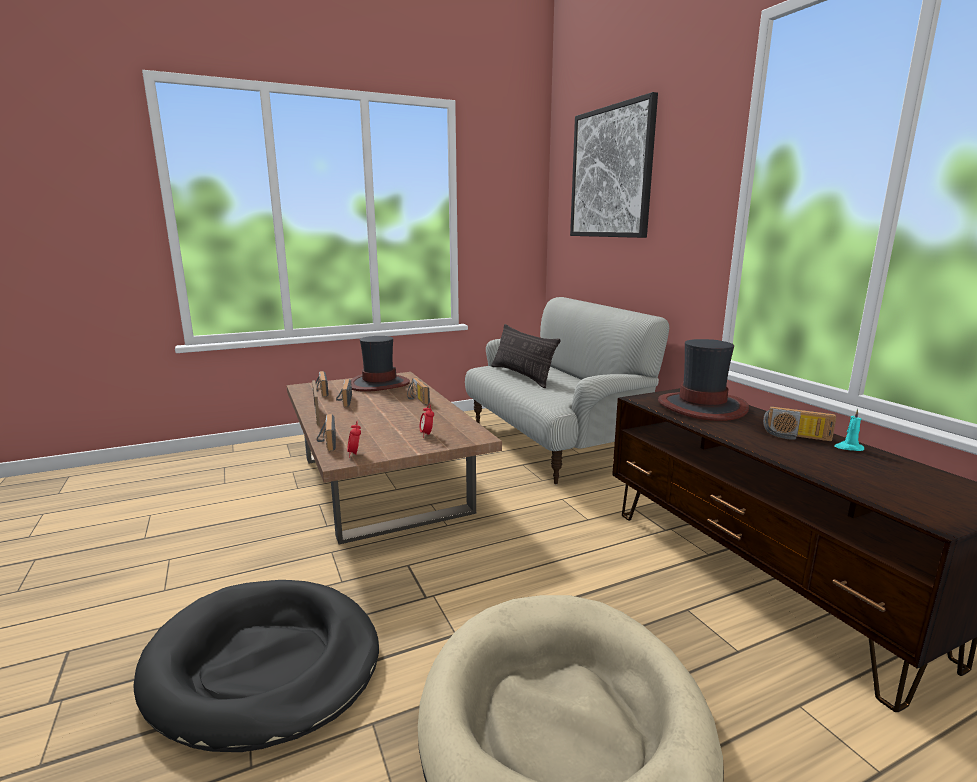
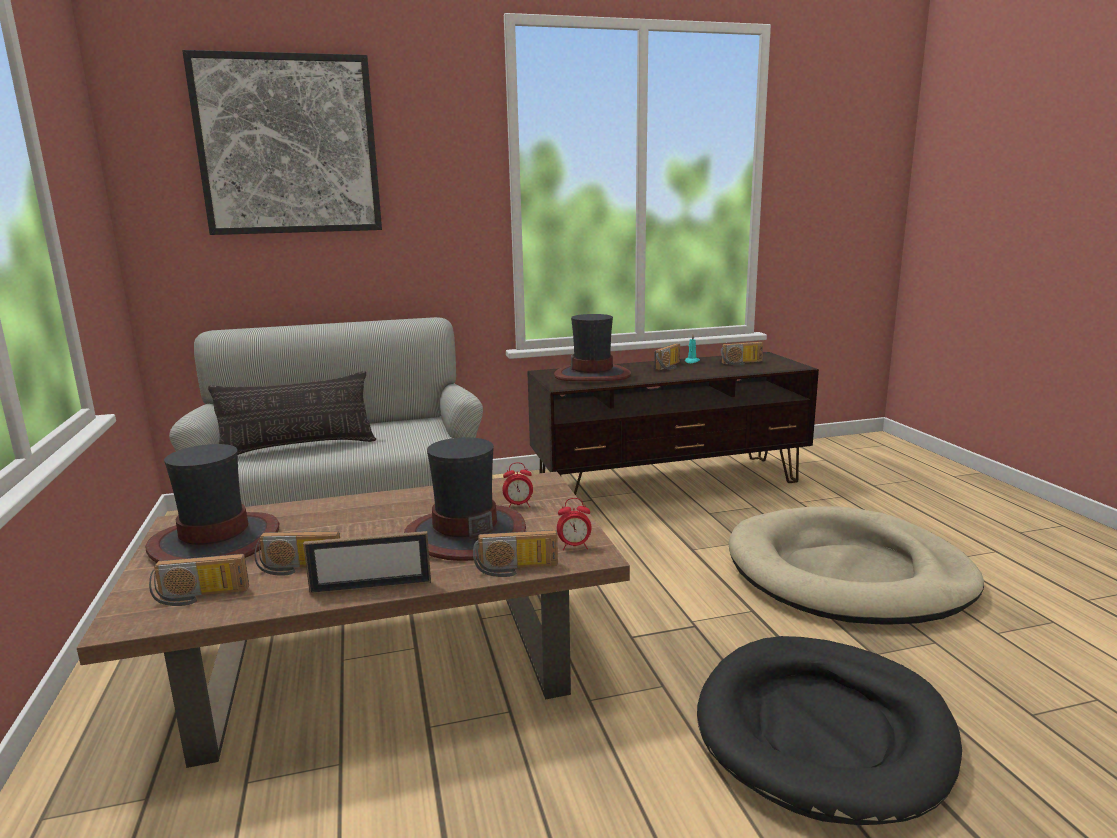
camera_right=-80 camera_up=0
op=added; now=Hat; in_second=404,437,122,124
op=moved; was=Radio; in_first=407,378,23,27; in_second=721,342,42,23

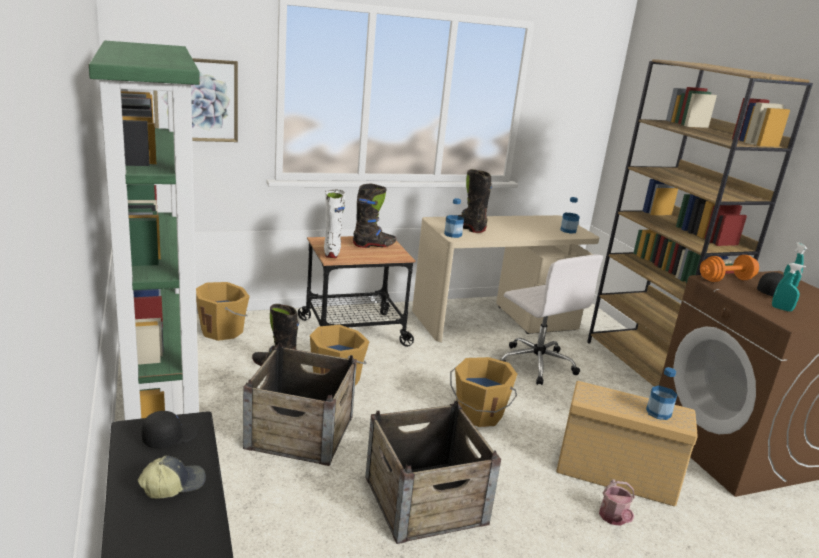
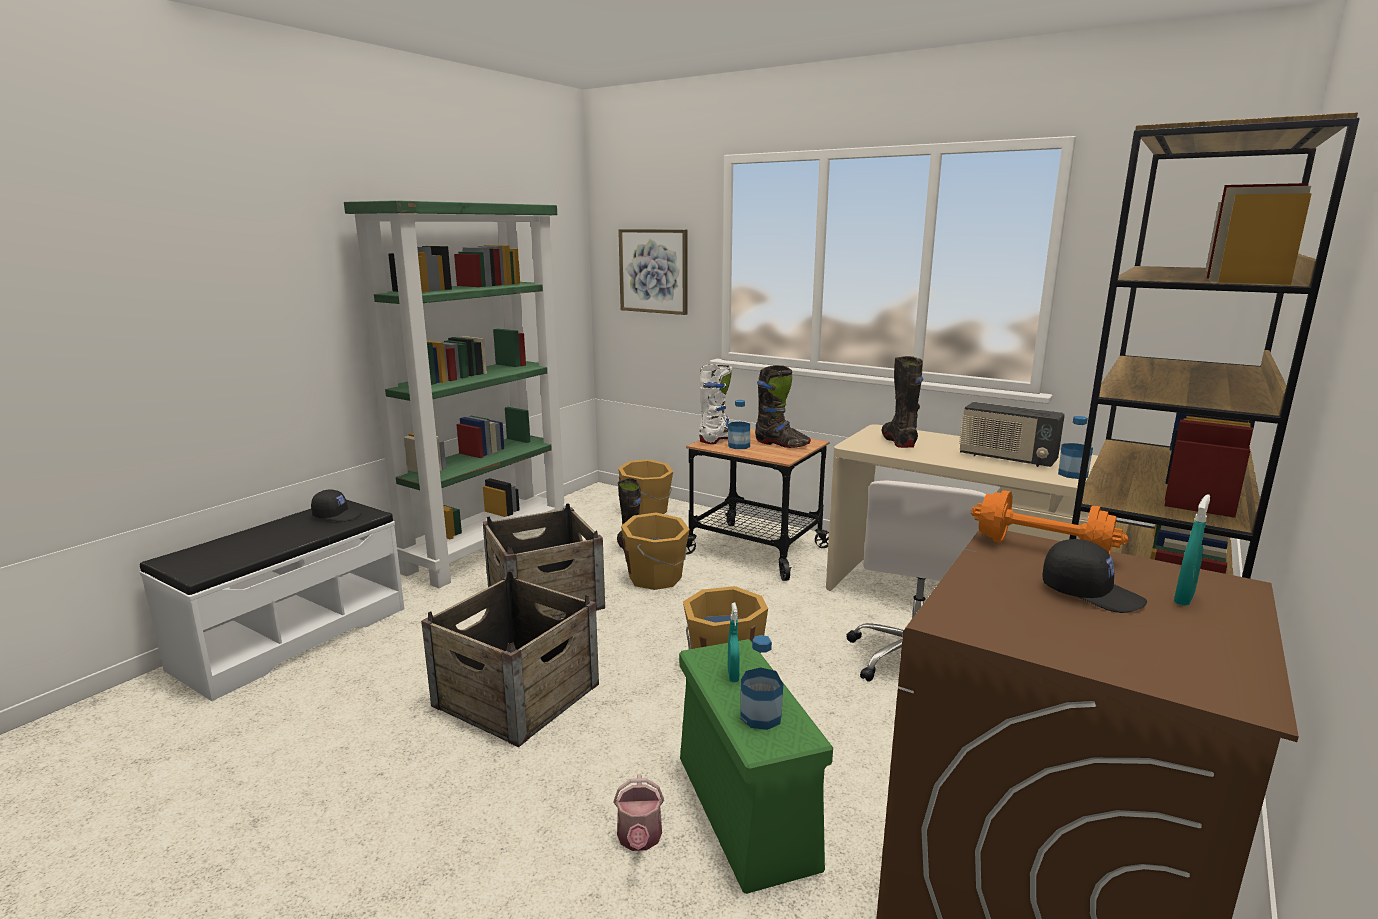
camera_right=55 camera_up=-5
op=removed; was=Cap; in_first=138,456,68,43
op=added; now=Radio; in_second=959,402,106,65
op=moved; was=Bottle; in_first=444,198,20,40; in_second=728,400,22,49
op=moved; was=TurquoiseSprayBottle; in_first=772,263,34,49; in_second=728,603,12,79
op=recoloured; was=BeigeStorageBox; now=GreenStorageBox; in_first=556,381,142,125; in_second=679,639,154,255
op=turned; was=WateringCan; in_first=599,479,36,47; in_second=614,774,50,77; clockwise=-60

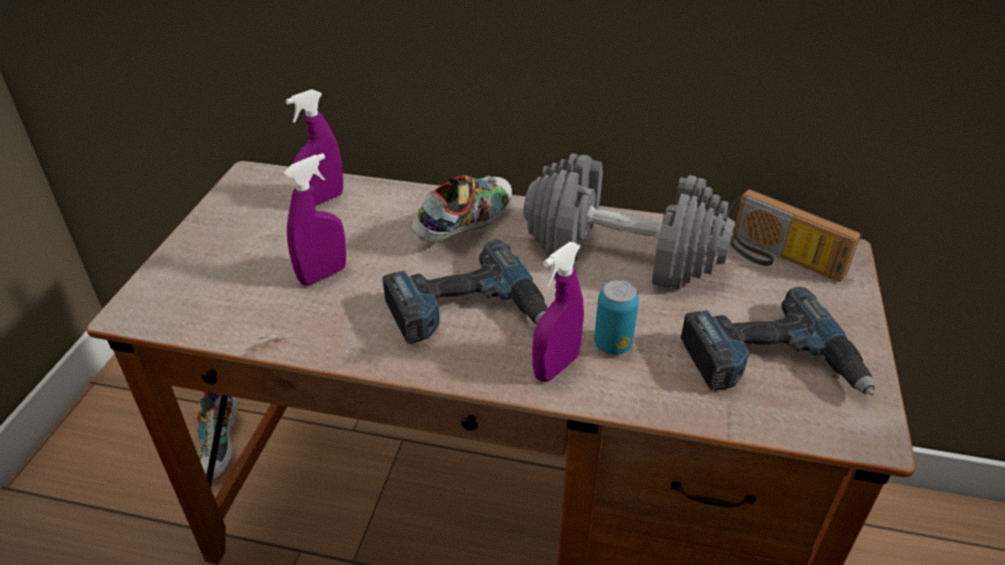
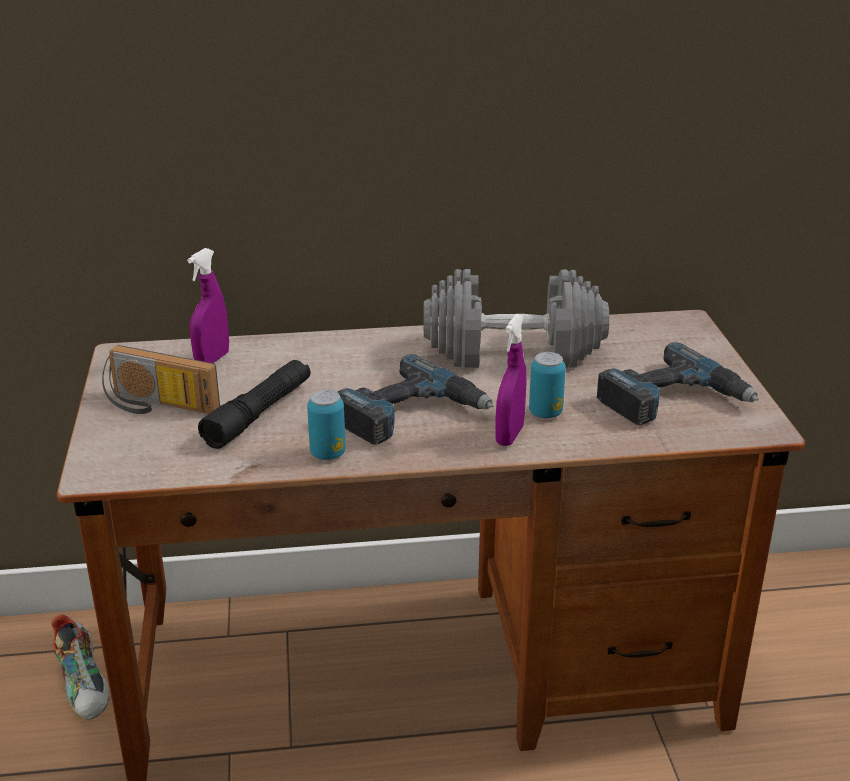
camera_right=-20 camera_up=-10
op=removed; was=Shoe; in_first=412,175,100,67
op=added; now=Can; in_second=307,389,39,71
op=moved; was=Radio; in_first=725,189,136,93; in_second=102,345,118,69
op=replaced; was=PurpleSprayBottle; now=BlackFlashlight; in_first=284,153,62,132; in_second=198,360,113,89

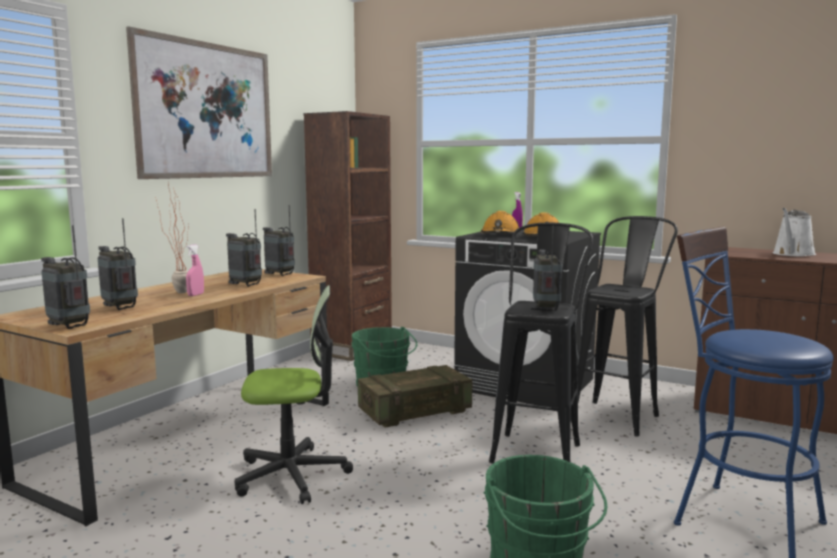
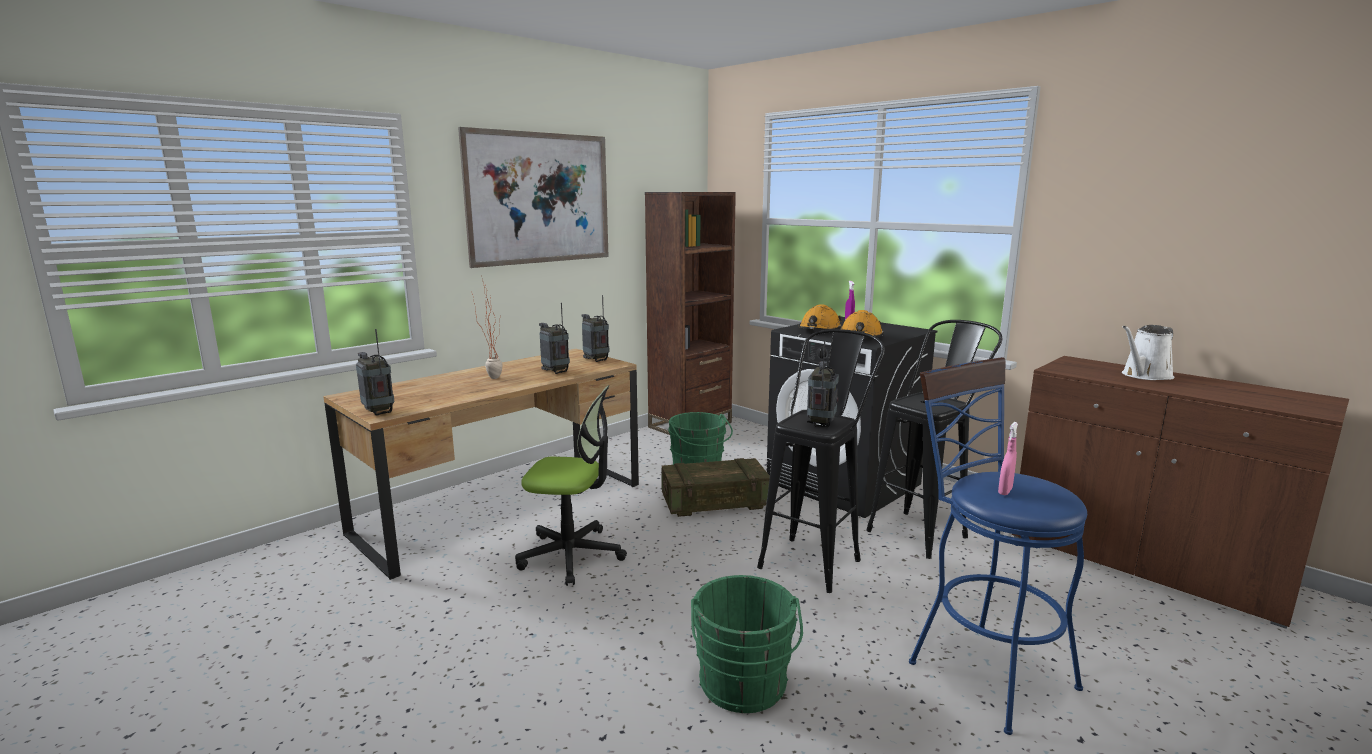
camera_right=15 camera_up=5
op=removed; was=Radio; in_first=98,218,40,92
op=moved; was=PinkSprayBottle; in_first=186,244,18,52; in_second=998,422,20,73

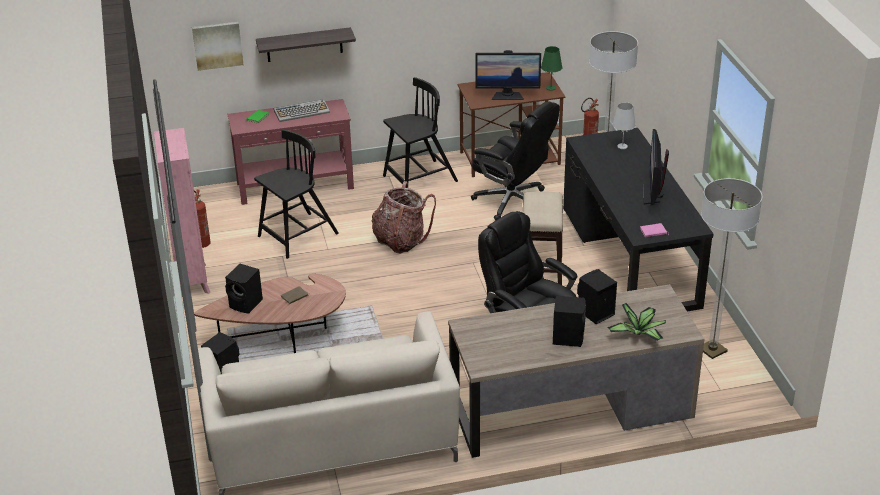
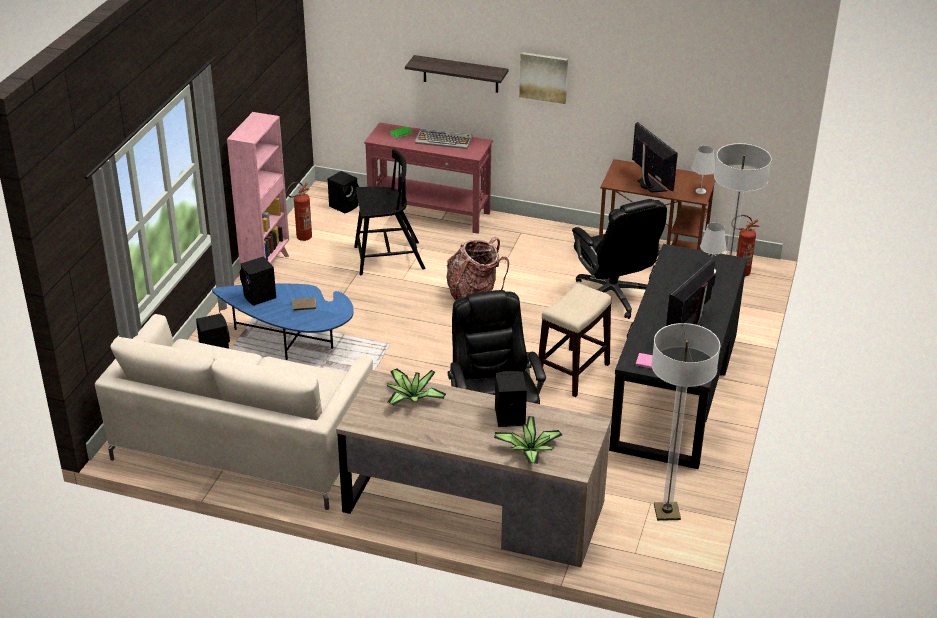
camera_right=30 camera_up=0
op=removed; was=BlackChair; in_first=383,77,75,107
op=added; now=PottedPlant; in_second=387,369,59,37
op=moved; was=Picture; in_first=192,22,52,49; in_second=519,52,49,52
op=moved; was=BlackSpeaker; in_first=553,296,33,51; in_second=327,171,32,43
op=recoloured; was=BrownCoffeeTable; now=BlueCoffeeTable; in_first=194,274,152,79; in_second=212,283,142,77
op=recoloured; was=GreenTableLamp; now=WhiteTableLamp; in_first=541,46,21,45; in_second=691,146,24,48
op=turned; was=Monitor; in_first=475,50,66,50; in_second=632,122,46,71; clockwise=-150

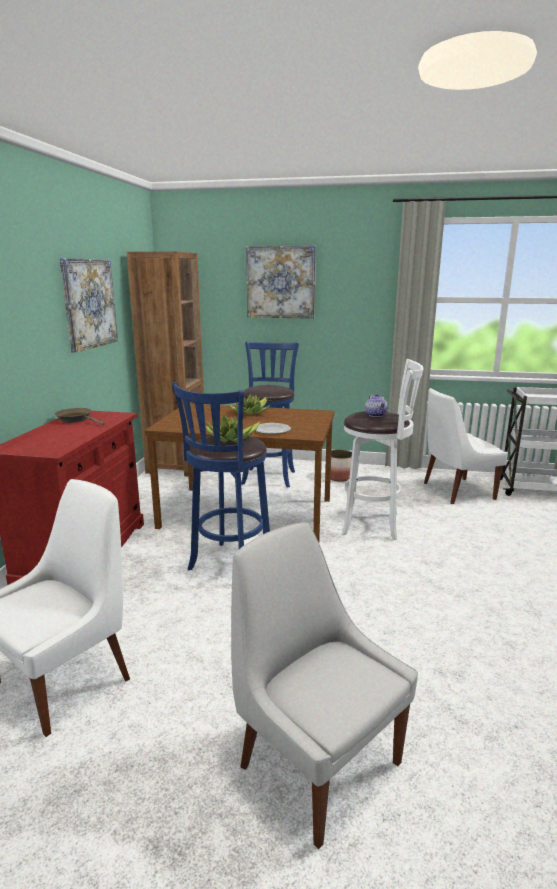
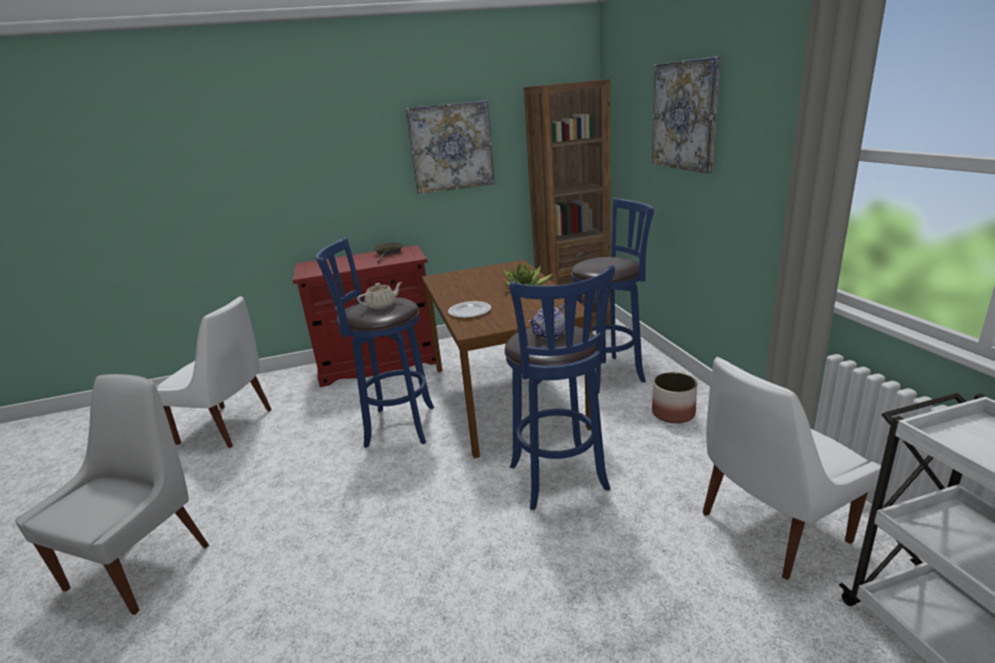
camera_right=65 camera_up=5
op=replaced; was=PottedPlant; now=BeigeTeapot; in_first=206,414,55,28; in_second=357,282,45,28
op=recoloured; was=WhiteStool; now=BlueStool; in_first=342,359,82,181; in_second=504,265,111,245
op=turned; was=WhiteChair; in_first=424,388,84,116; in_second=703,357,178,223; clockwise=-75

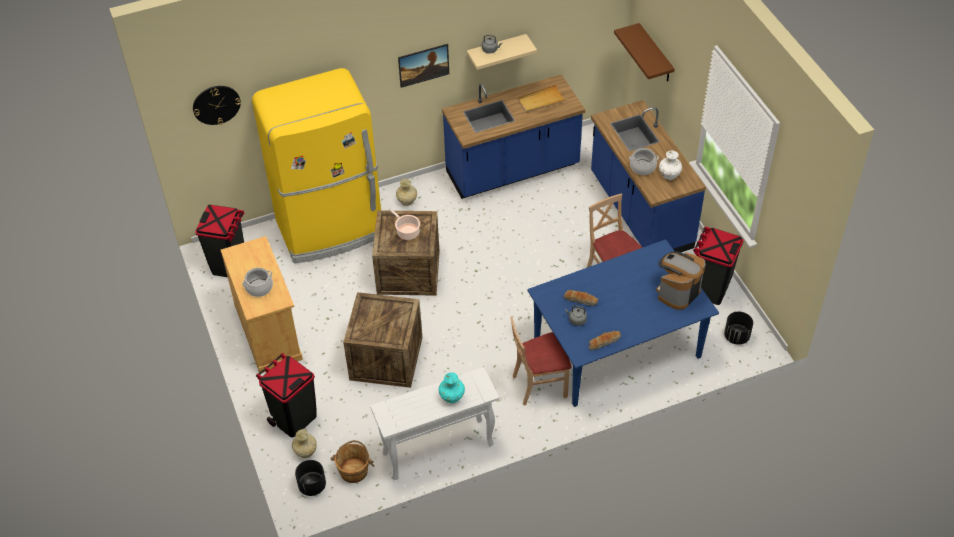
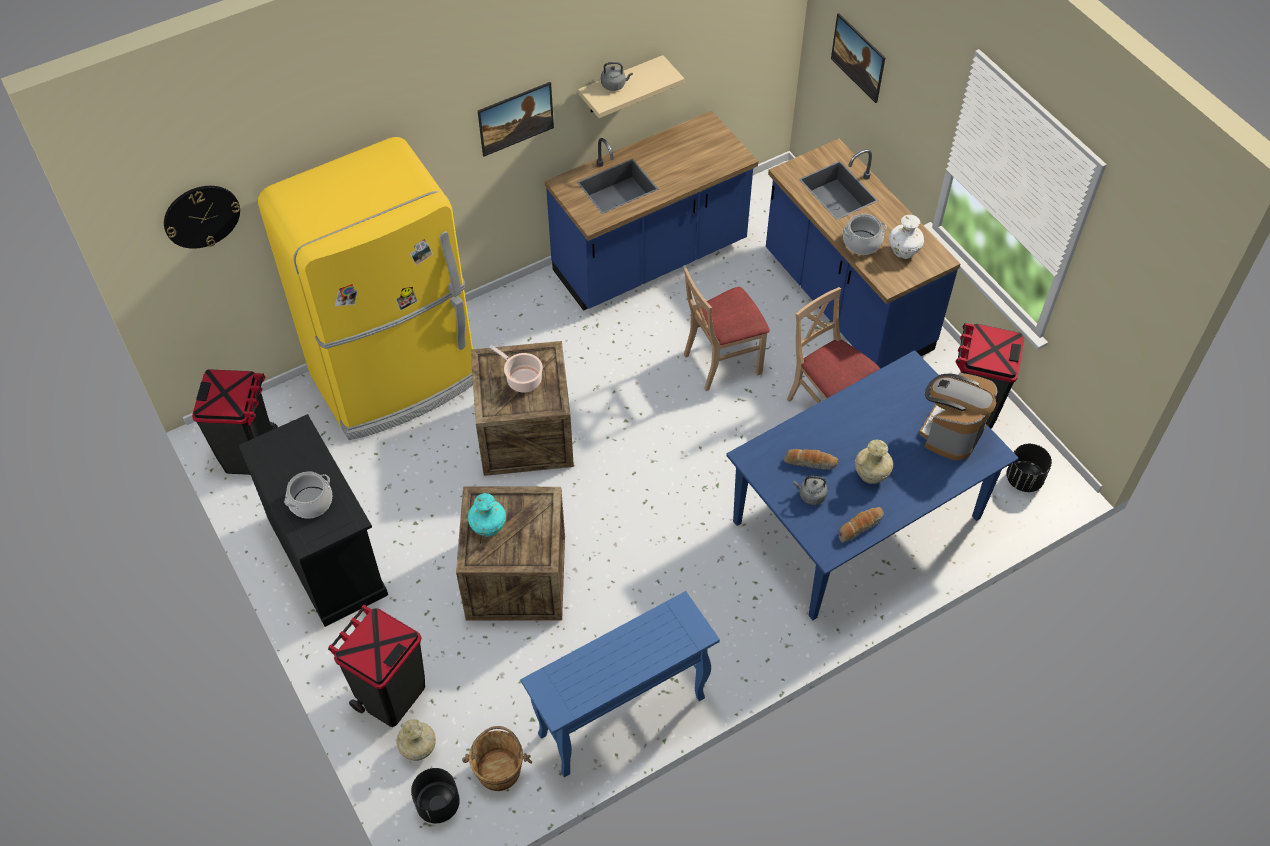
camera_right=-10 camera_up=5
op=removed; was=BeigeTray; in_first=518,85,48,28
op=moved; was=BeigeVase; in_first=396,179,21,27; in_second=855,440,38,44
op=moved; was=TurquoiseVase; in_first=439,372,26,31; in_second=468,493,38,44
op=moved; was=BeigeChair; in_first=510,317,61,88; in_second=684,268,86,123
op=replaced; was=BrownShelf; now=Picture; in_first=614,23,61,59; in_second=831,13,54,90
op=recoloured; was=BeigeCabinet; now=BlackCabinet; in_first=221,236,82,137; in_second=238,414,150,213
op=recoloured; was=WhiteConsoleTable; now=BlueConsoleTable; in_first=370,367,129,113; in_second=521,591,199,186

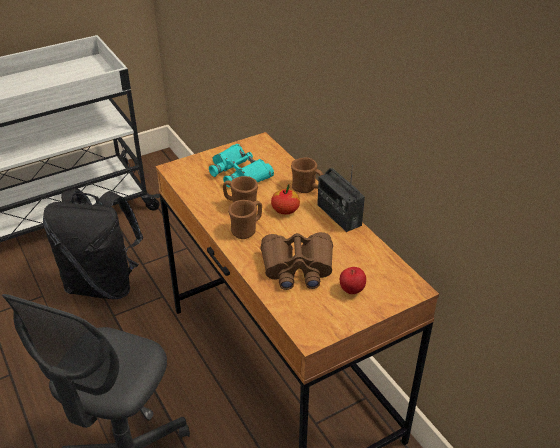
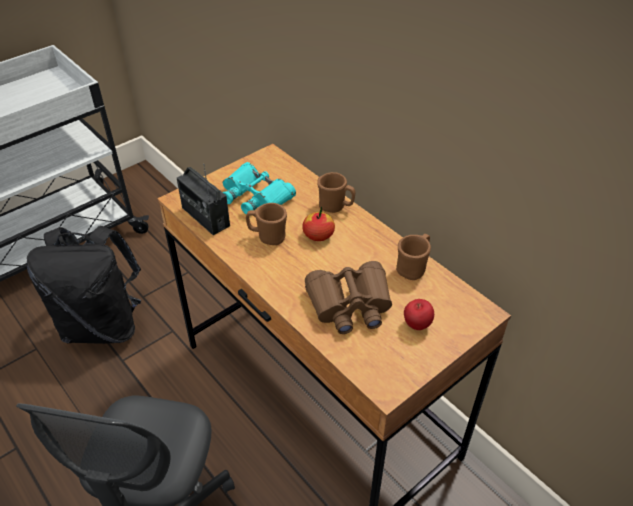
camera_right=-10 camera_up=5
op=moved; was=BrownMug; in_first=228,200,34,39; in_second=396,234,35,46
op=moved; was=Radio; in_first=317,165,48,67; in_second=177,164,53,71

